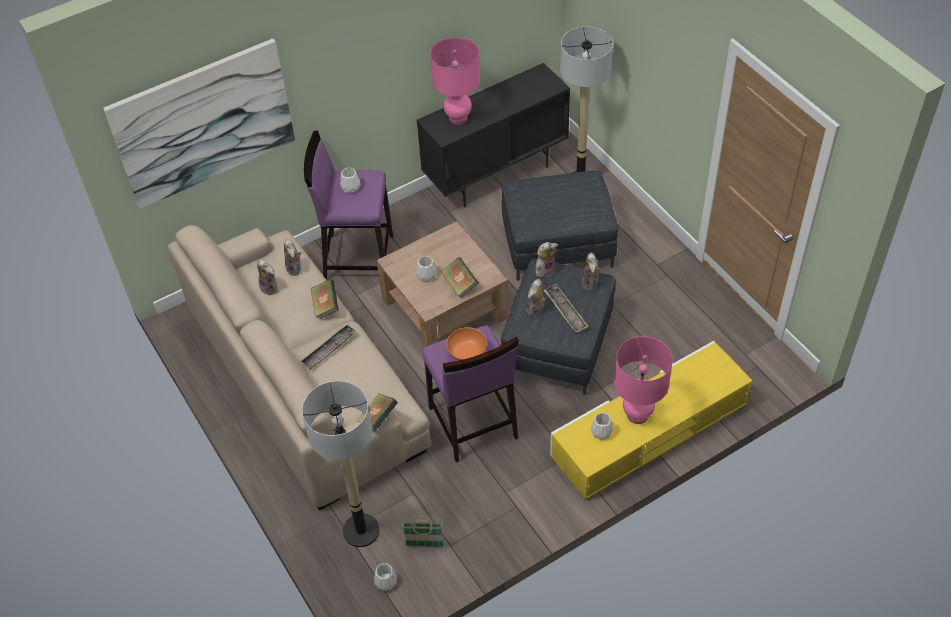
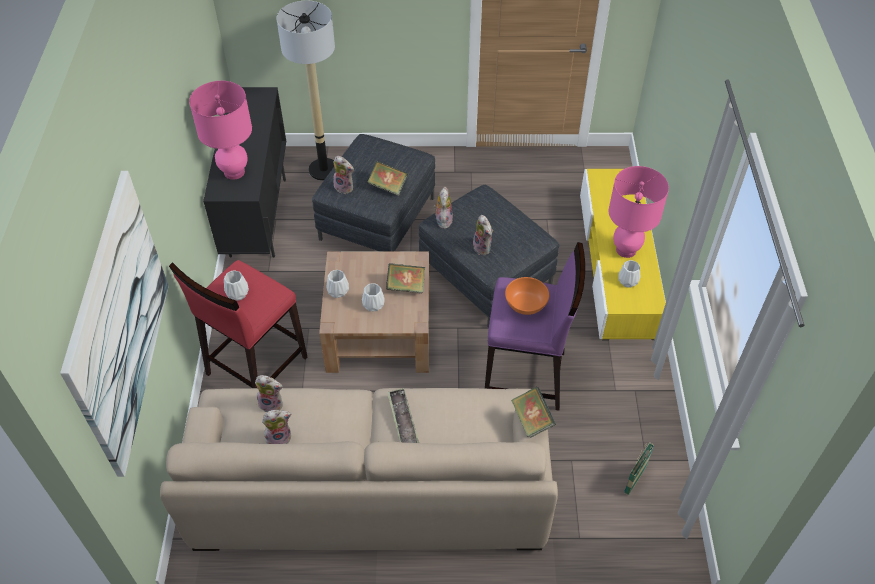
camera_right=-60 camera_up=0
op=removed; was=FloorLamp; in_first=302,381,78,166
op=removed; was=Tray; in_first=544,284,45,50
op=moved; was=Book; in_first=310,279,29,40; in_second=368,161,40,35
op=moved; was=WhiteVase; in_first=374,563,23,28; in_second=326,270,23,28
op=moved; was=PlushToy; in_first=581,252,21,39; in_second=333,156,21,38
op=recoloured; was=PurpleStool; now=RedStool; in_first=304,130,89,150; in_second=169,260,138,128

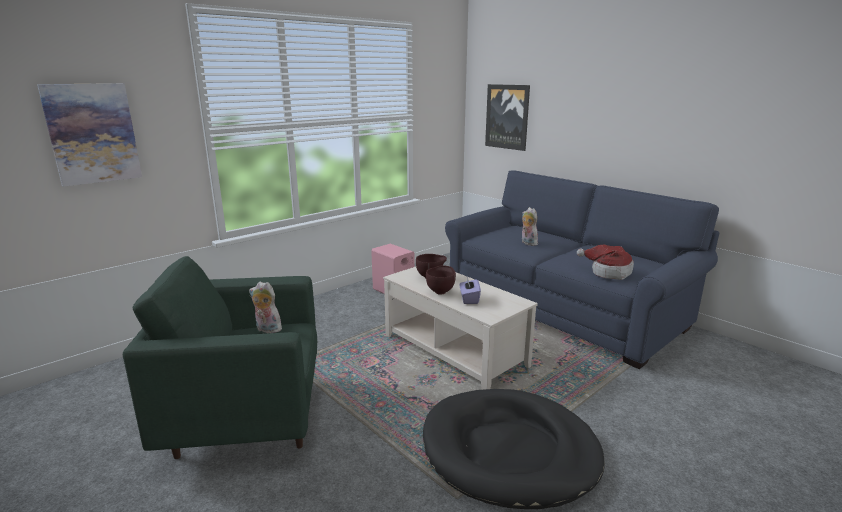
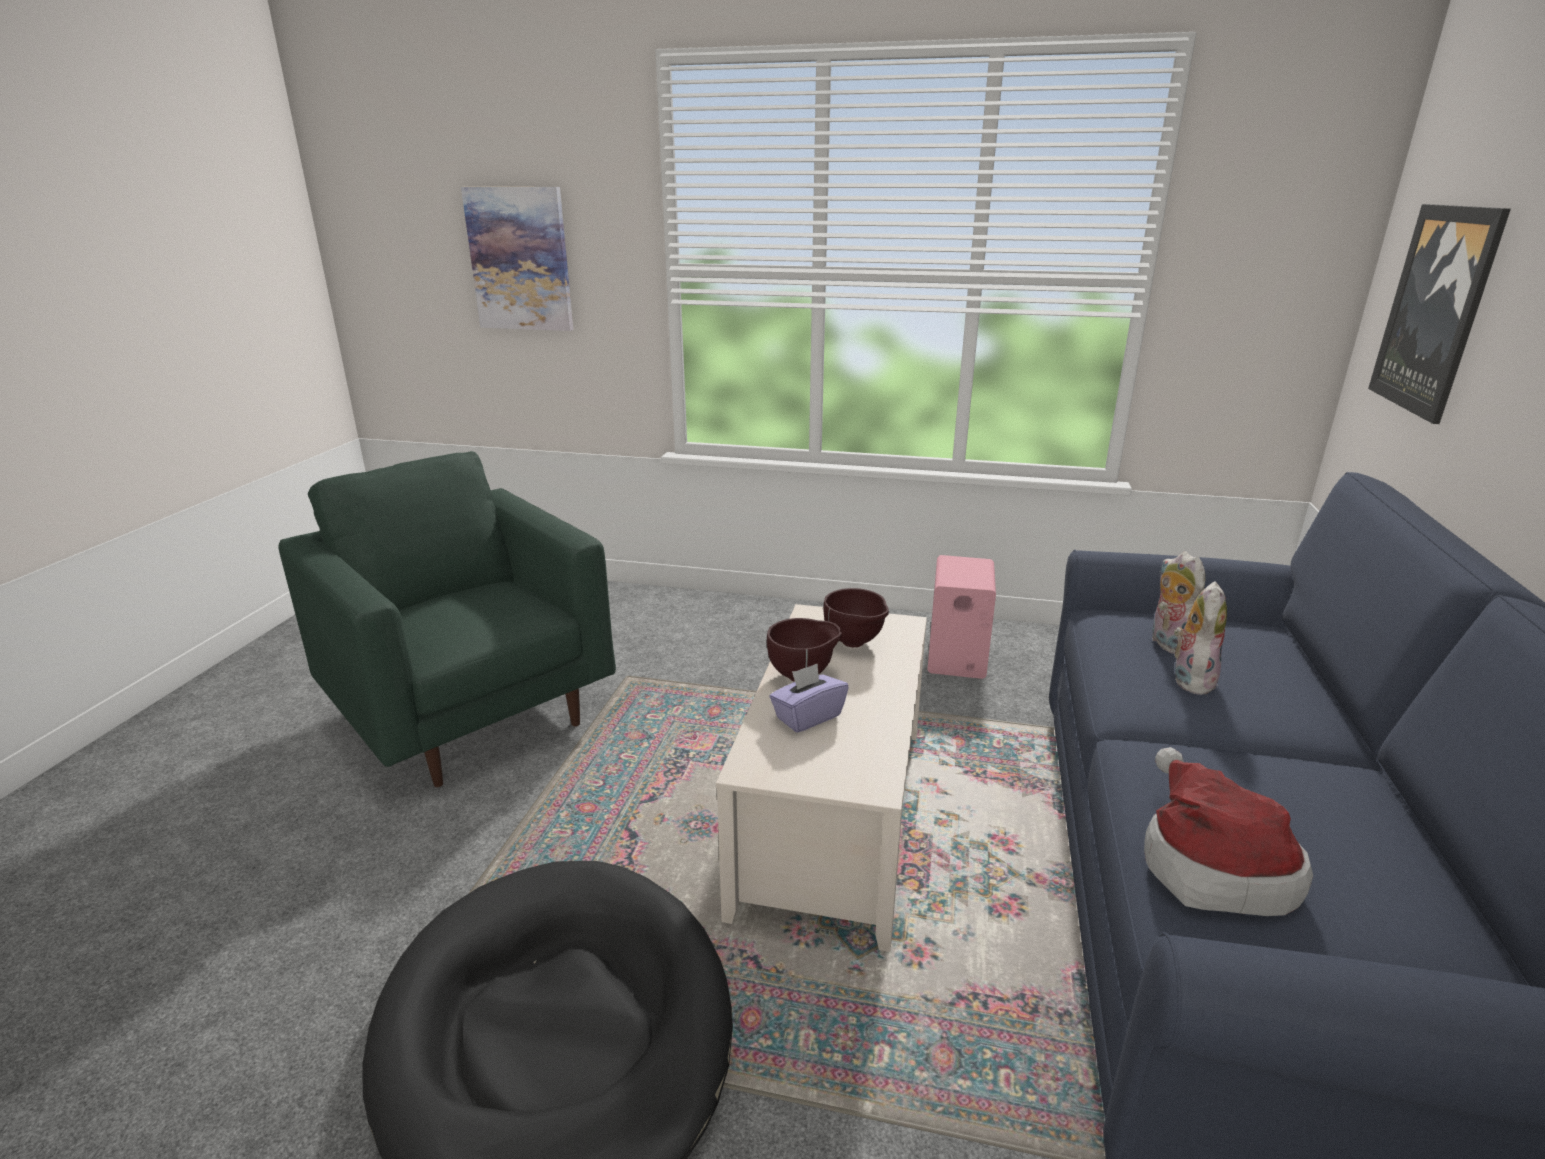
camera_right=55 camera_up=5
op=moved; was=PlushToy; in_first=249,281,33,52; in_second=1150,551,55,103

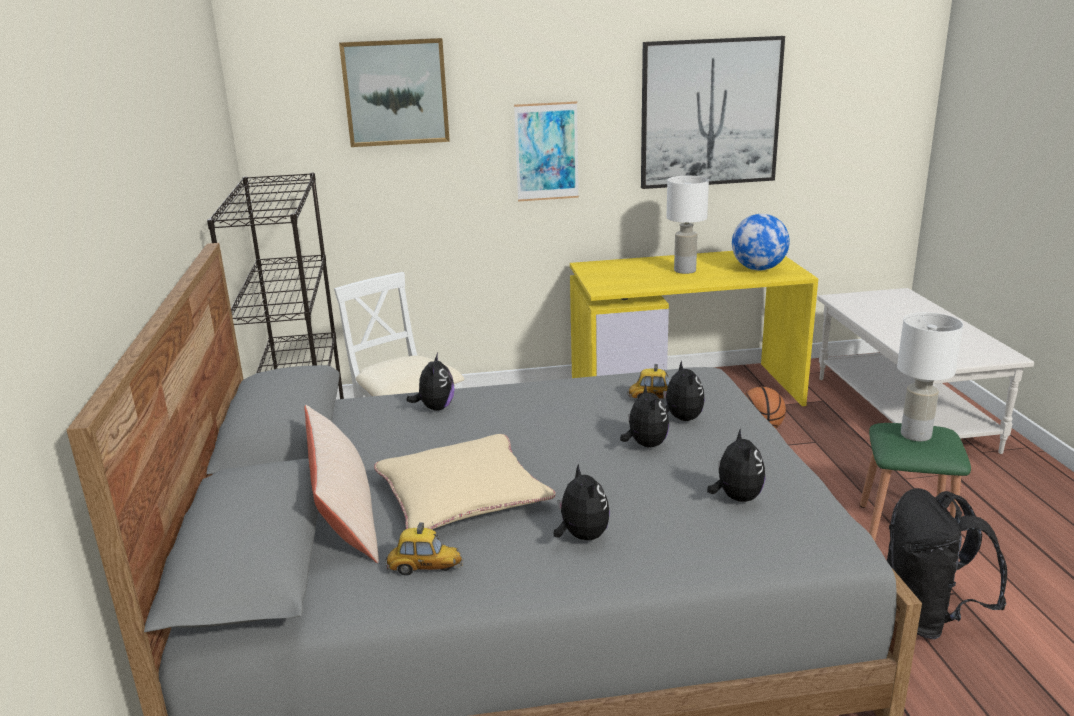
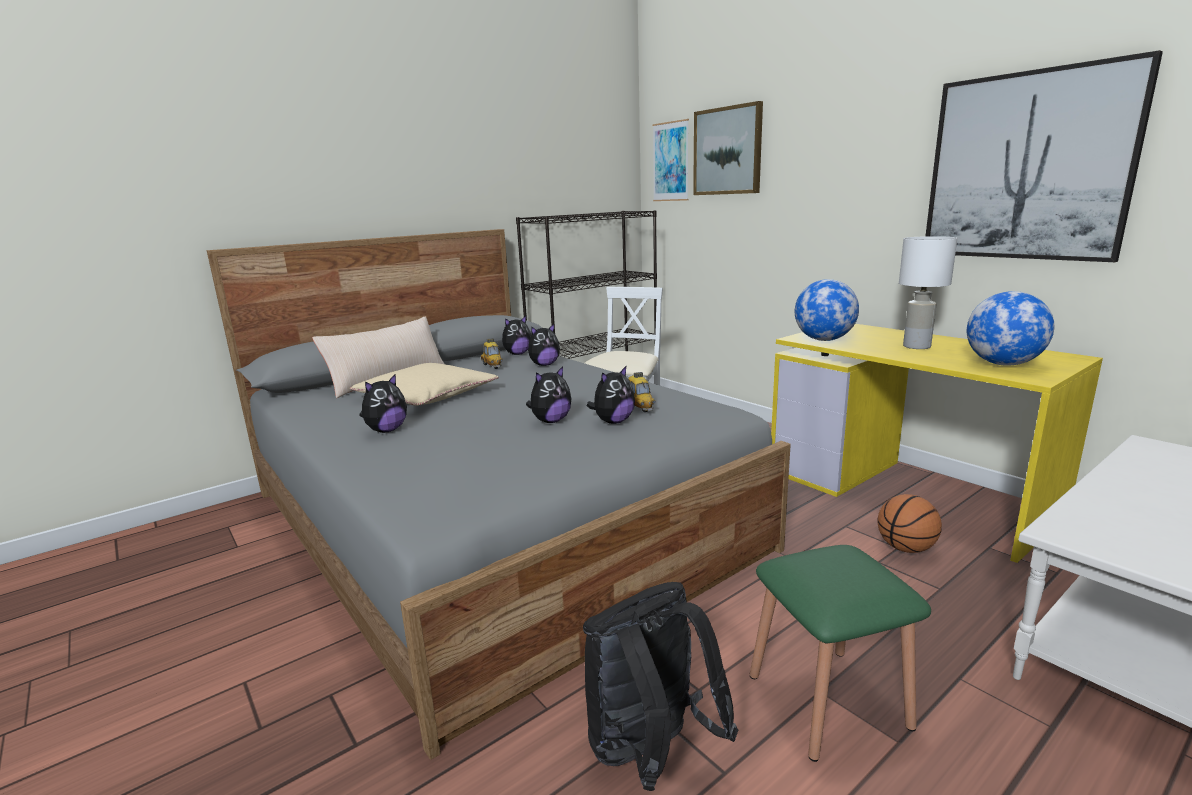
camera_right=60 camera_up=-5
op=removed; was=WhiteTableLamp; in_first=897,312,66,129
op=added; now=Globe; in_second=795,279,64,62
op=moved; was=ToyCar; in_first=385,522,78,54; in_second=481,338,22,31
op=moved; was=Picture; in_first=514,101,65,100; in_second=652,119,37,82
op=moved; was=PlushToy; in_first=707,428,58,74; in_second=502,316,29,39

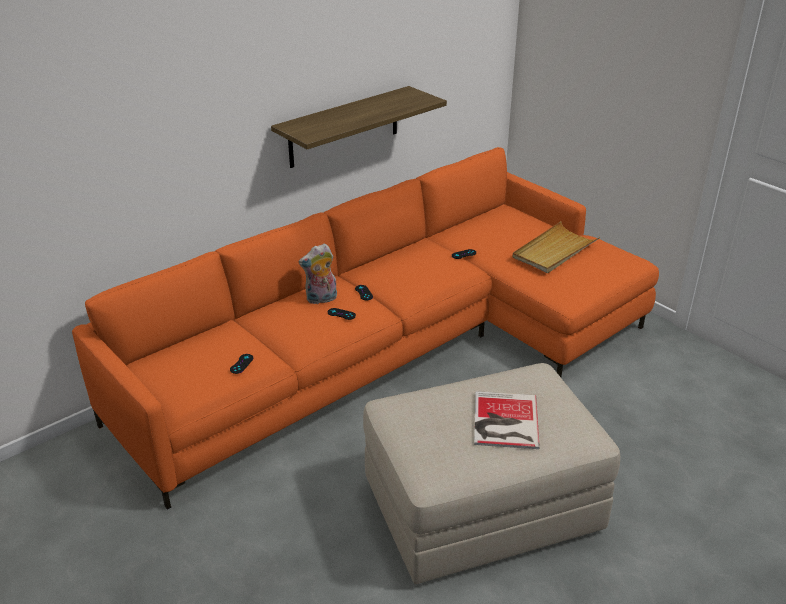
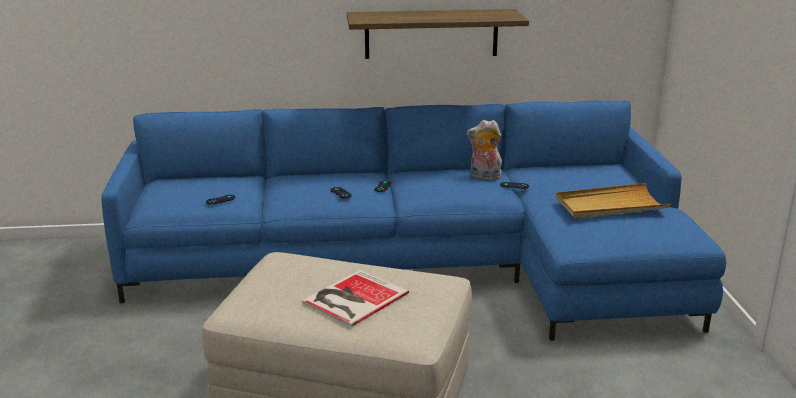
camera_right=35 camera_up=-10
op=moved; was=PlushToy; in_first=298,244,39,60; in_second=467,120,36,60
op=recoloured; was=OrangeSofa; now=BlueSofa; in_first=72,147,587,363; in_second=101,101,625,240

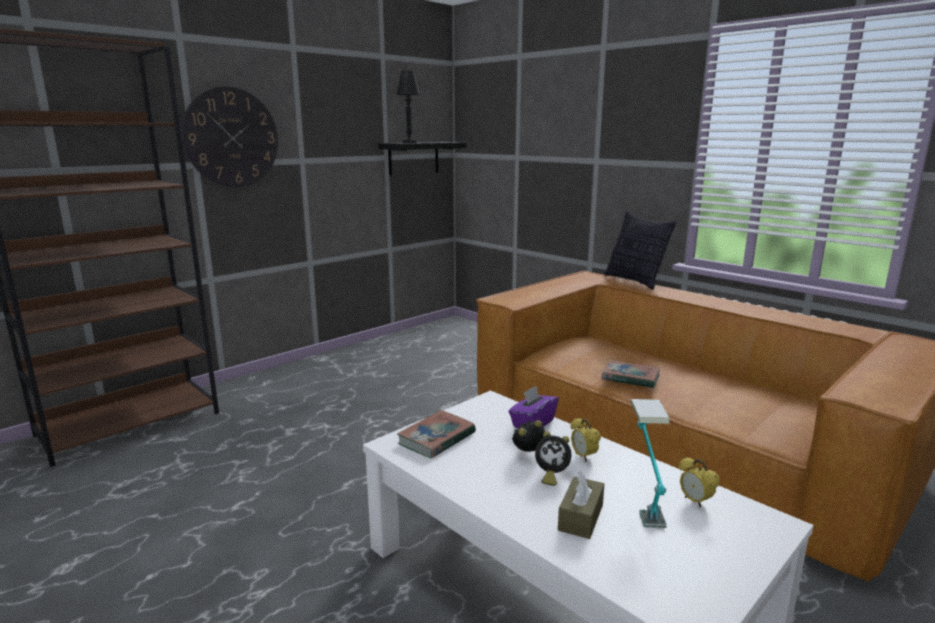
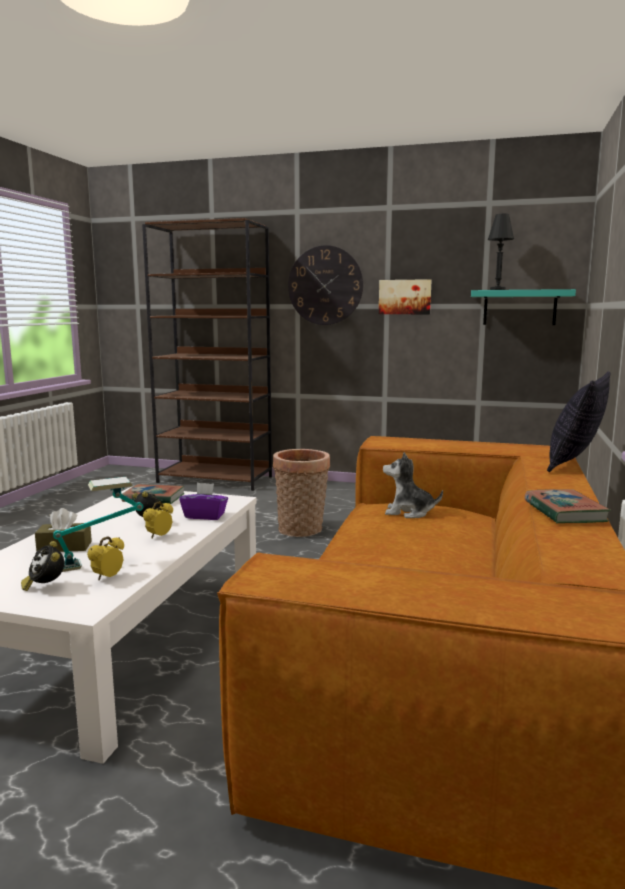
camera_right=60 camera_up=-5
op=added; now=Basket; in_second=273,449,57,88
op=added; now=Picture; in_second=379,279,53,35
op=added; now=PlushToy; in_second=383,452,60,66
op=moved; was=AlarmClock; in_first=535,431,36,55; in_second=21,541,43,50
op=moved; was=Book; in_first=602,360,58,28; in_second=524,489,87,34
op=recoloured; was=BlackShelf; now=TurquoiseShelf; in_first=378,142,89,34; in_second=471,289,105,36

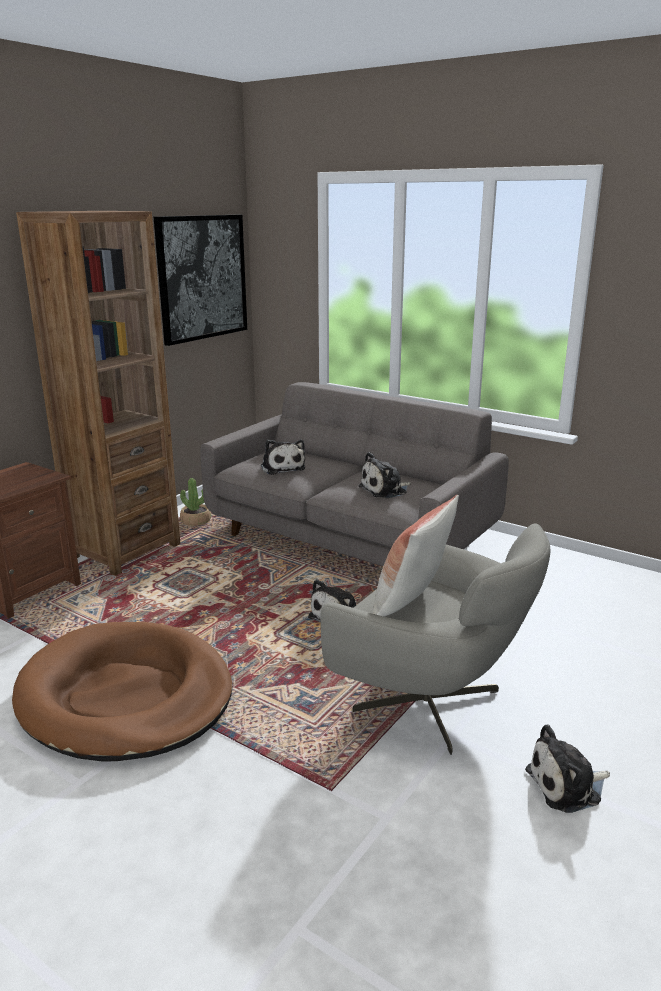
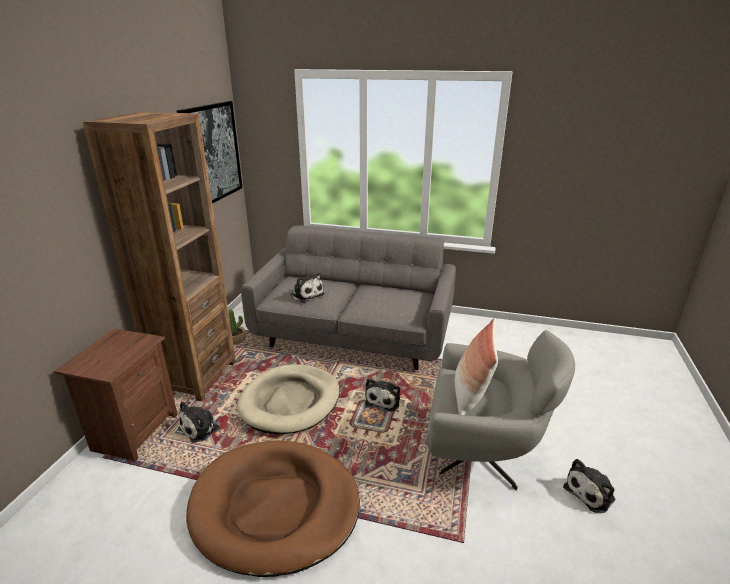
camera_right=-20 camera_up=5
op=added; now=BeigeDogBed; in_second=237,364,103,70
op=moved; was=PlushToy; in_first=358,452,53,46; in_second=178,401,44,42

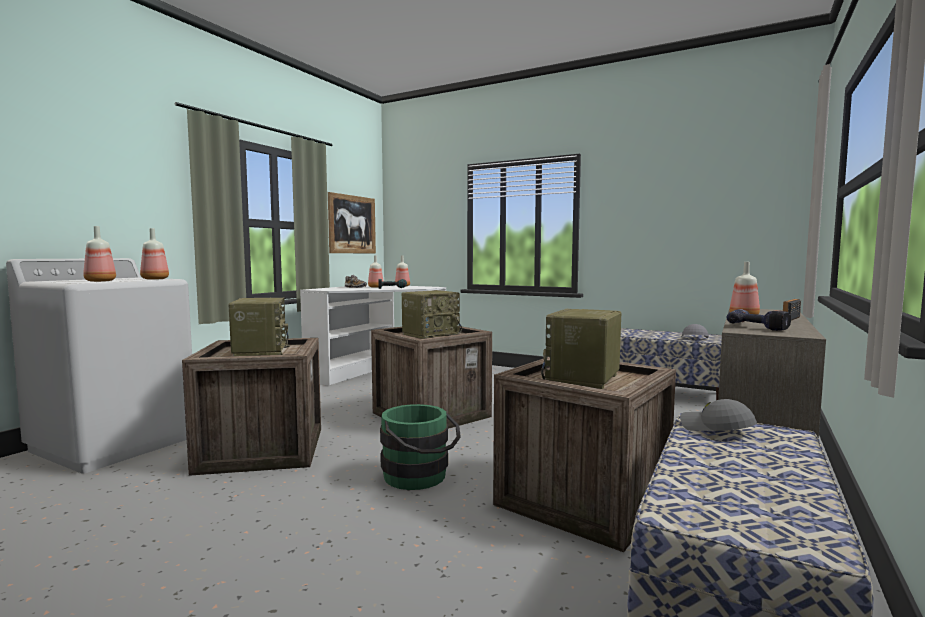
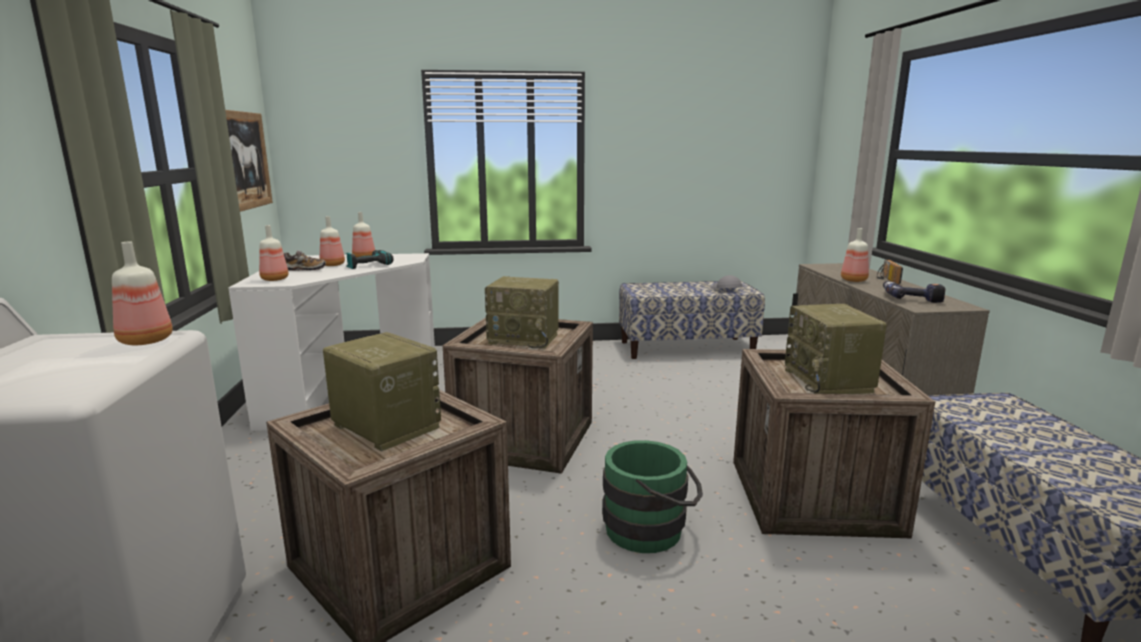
camera_right=-35 camera_up=10
op=removed; was=GreyCap; in_first=680,399,77,32
op=moved; was=Bottle; in_first=83,226,33,56; in_second=259,225,30,56
op=turned; was=Radio; in_first=401,290,61,49; in_second=485,276,74,73; clockwise=90

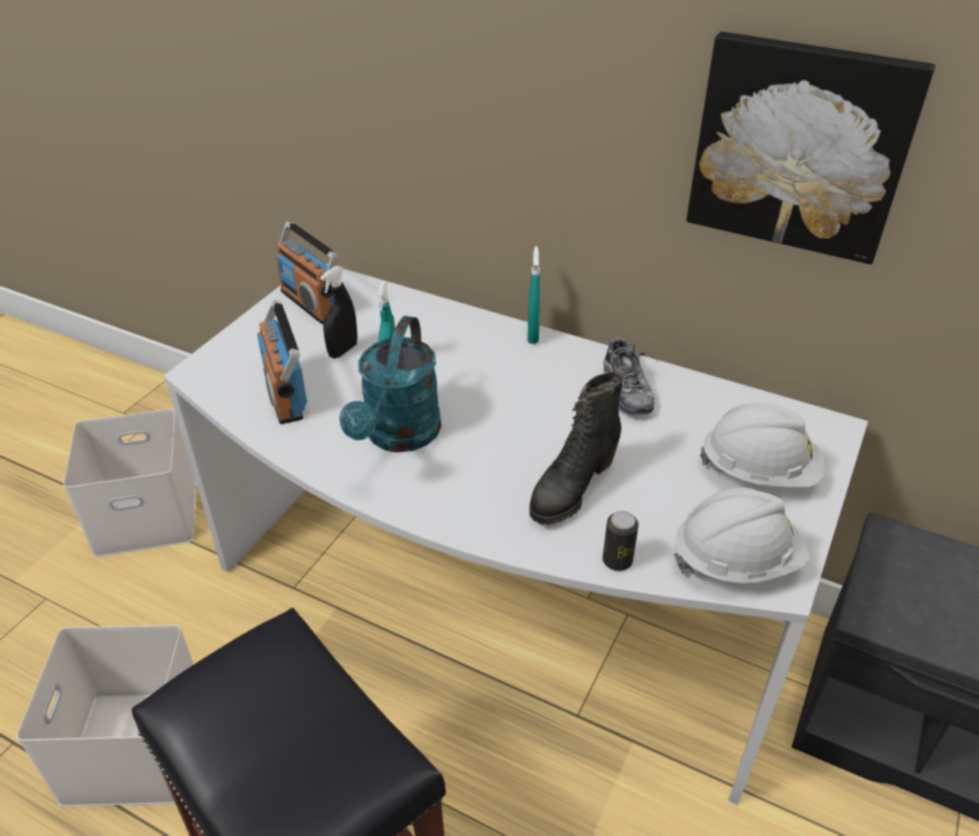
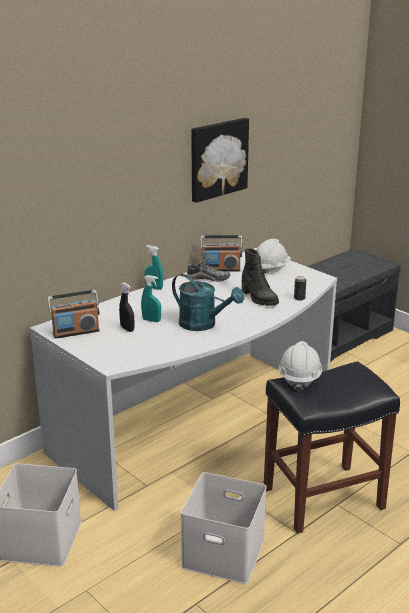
camera_right=-70 camera_up=-15
op=moved; was=Radio; in_first=257,300,50,124; in_second=200,235,43,37
op=moved; was=WhiteHardHat; in_first=674,487,134,96; in_second=279,341,43,51

